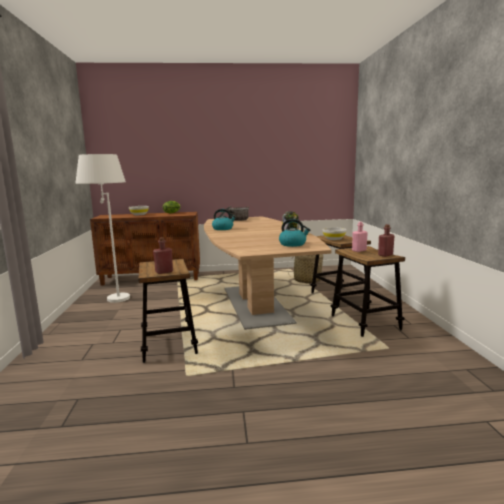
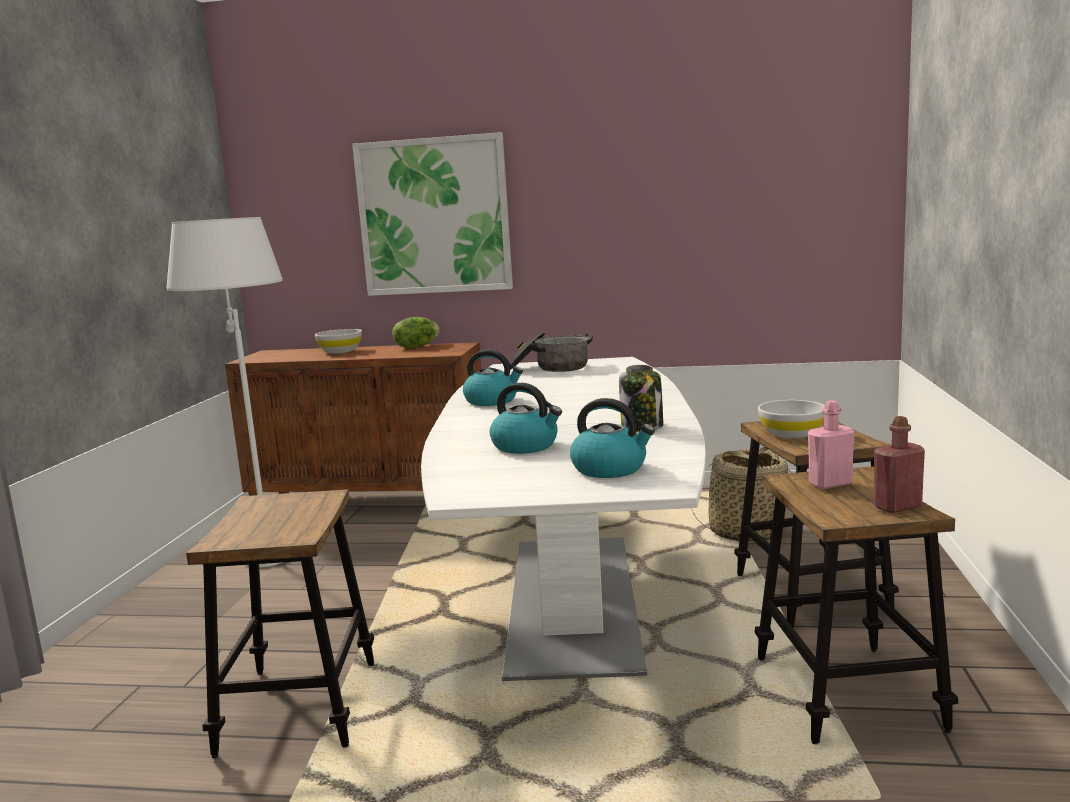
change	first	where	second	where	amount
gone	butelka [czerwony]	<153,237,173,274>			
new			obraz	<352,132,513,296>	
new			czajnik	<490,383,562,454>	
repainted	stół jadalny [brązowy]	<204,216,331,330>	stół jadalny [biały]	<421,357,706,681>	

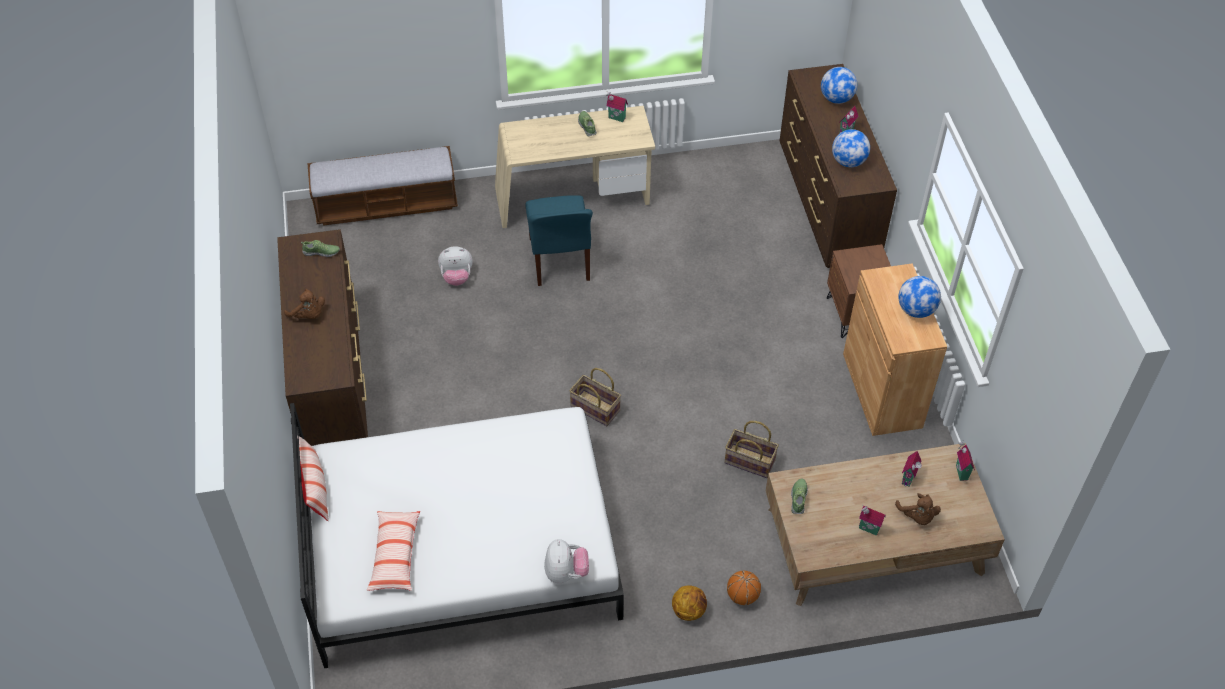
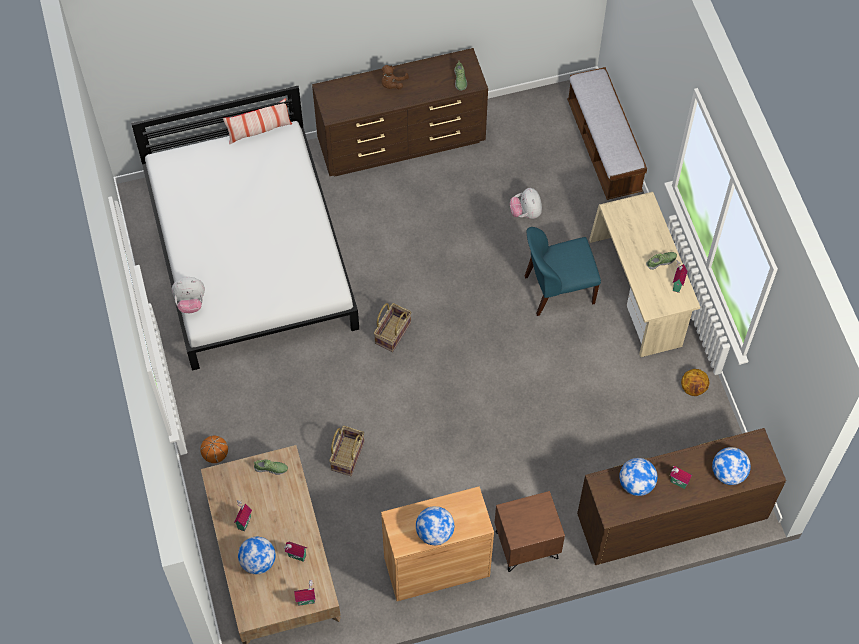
change	first	where	second	where	amount
gone	poduszka	<367,511,420,591>			
shifted	piłka do koszykówki	<672,586,707,621>		<681,369,709,396>	
swapped	pluszak [brązowy]	<895,493,941,525>	globus	<238,537,276,574>	

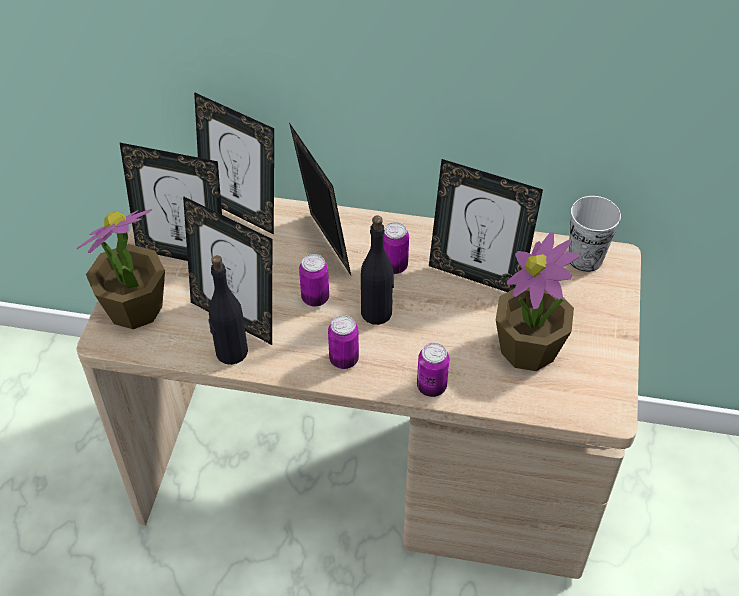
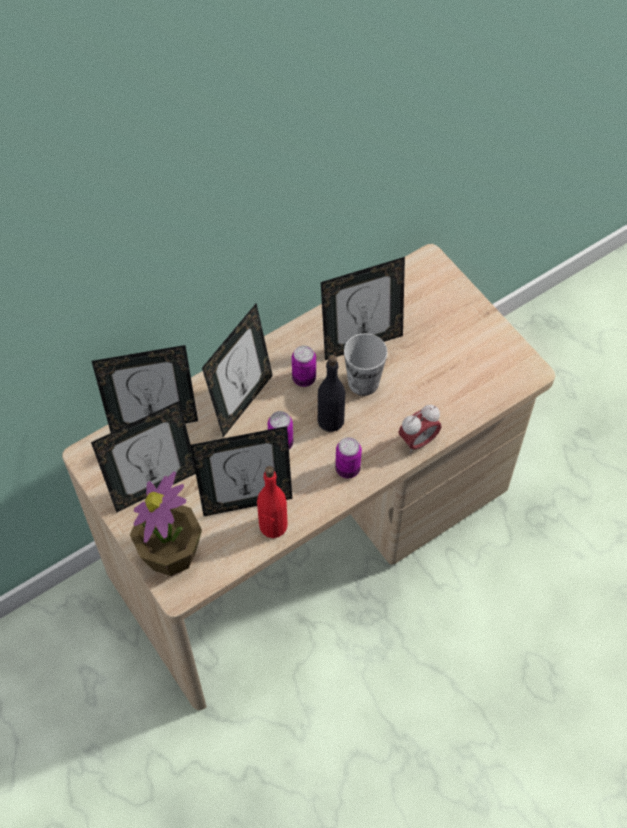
change	first	where	second	where	amount
gone	roślina doniczkowa	<496,232,579,371>			
shifted	filiżanka	<568,196,621,272>		<344,333,388,396>	
swapped	puszka	<417,343,450,397>	budzik	<398,405,442,453>	
repainted	butelka [czarny]	<208,255,248,365>	butelka [czerwony]	<257,466,288,538>	
rotated	ramka na zdjęcie	<289,123,351,275>		<202,303,273,437>	105 degrees clockwise

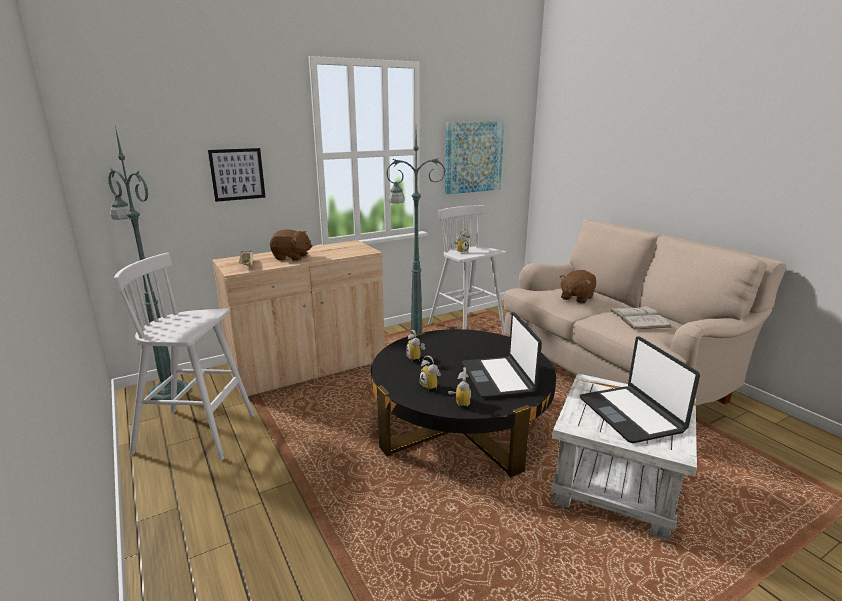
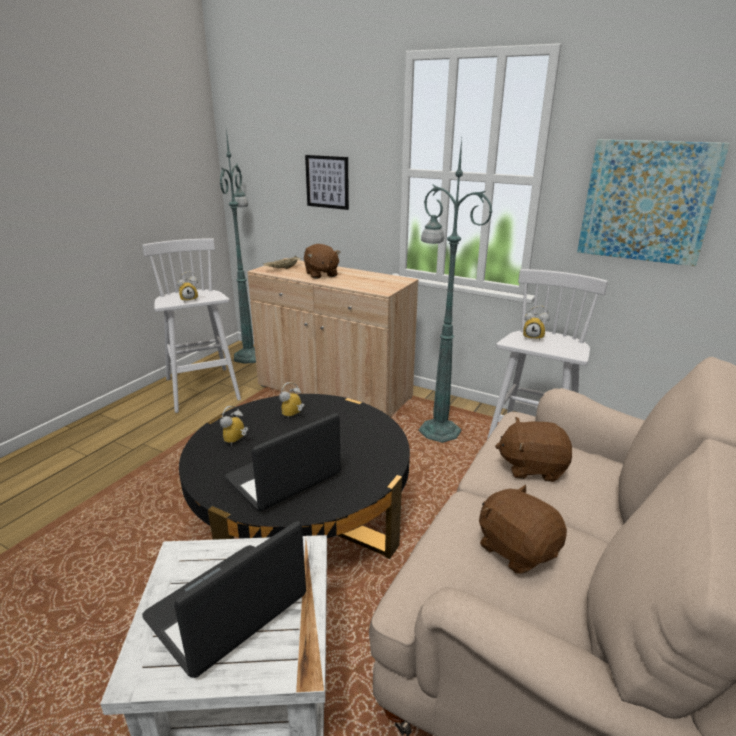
change	first	where	second	where	amount
shifted	budzik	<448,367,471,407>		<177,271,198,303>	
swapped	książka [biały]	<610,305,671,330>	pluszak [brązowy]	<479,485,567,574>	

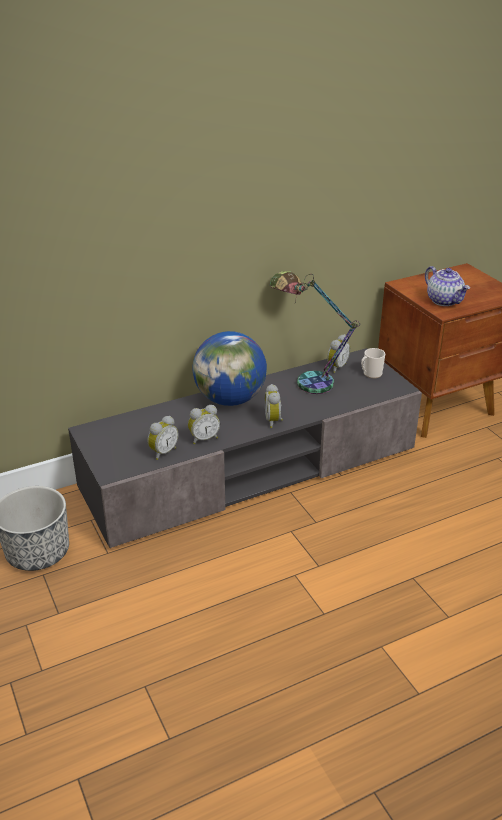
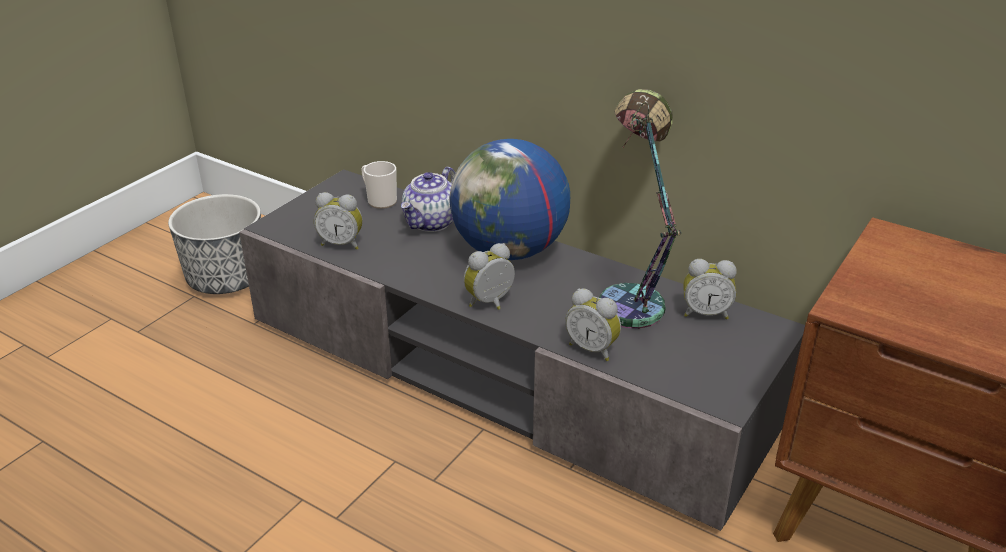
change	first	where	second	where	amount
shifted	budzik	<188,405,220,444>		<565,288,621,361>	
shifted	kubek	<361,348,385,378>		<361,161,397,209>	
shifted	imbryk	<425,266,470,306>		<401,167,455,232>	

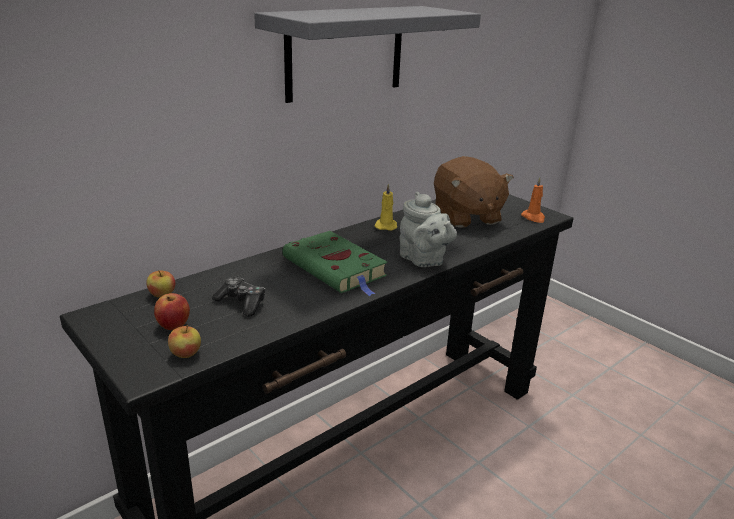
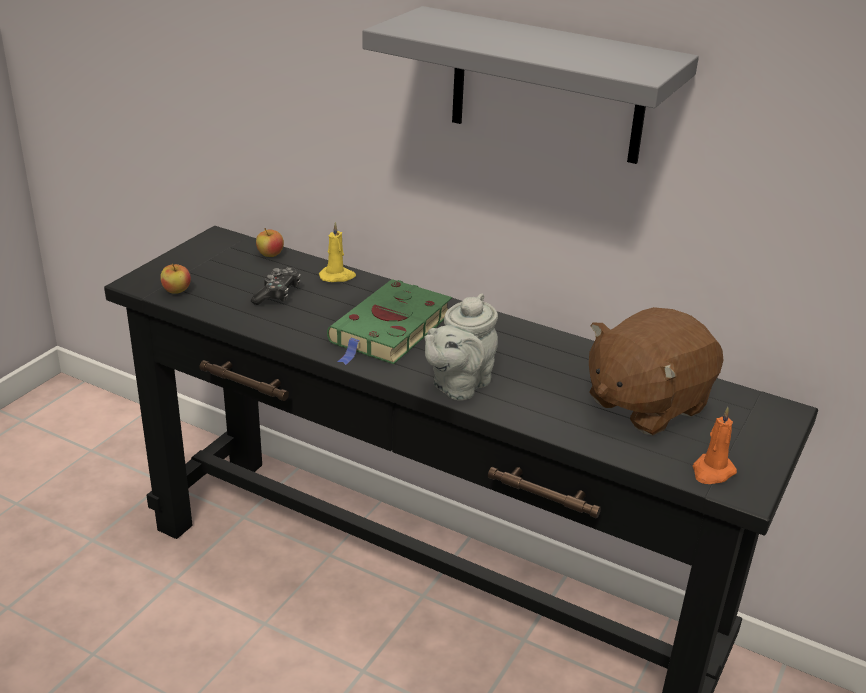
change	first	where	second	where	amount
gone	jabłko	<154,293,190,330>			
shifted	świeca [żółty]	<374,184,397,231>		<319,222,356,282>	

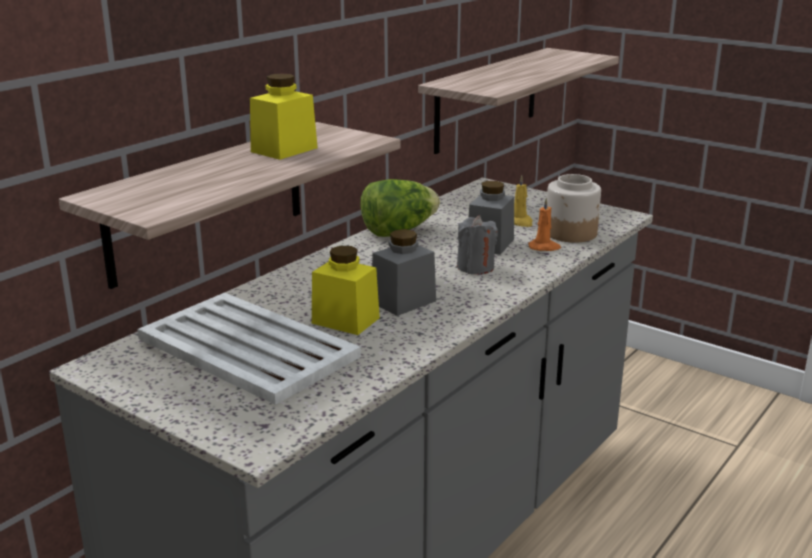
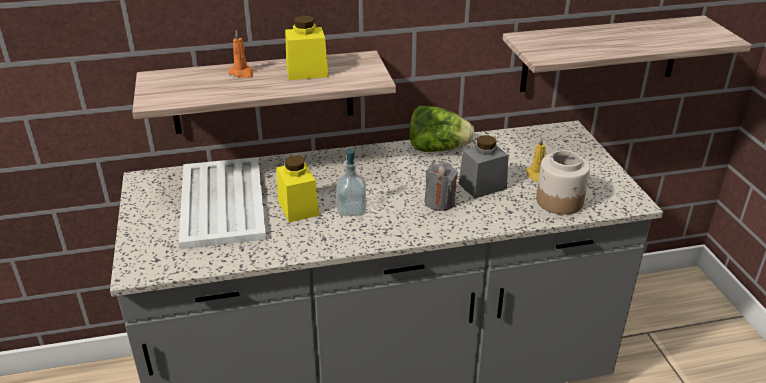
change	first	where	second	where	amount
shifted	świeca [pomarańczowy]	<528,197,561,251>		<228,30,254,78>	
swapped	słoik [szary]	<372,229,436,316>	dozownik mydła	<336,148,366,216>	

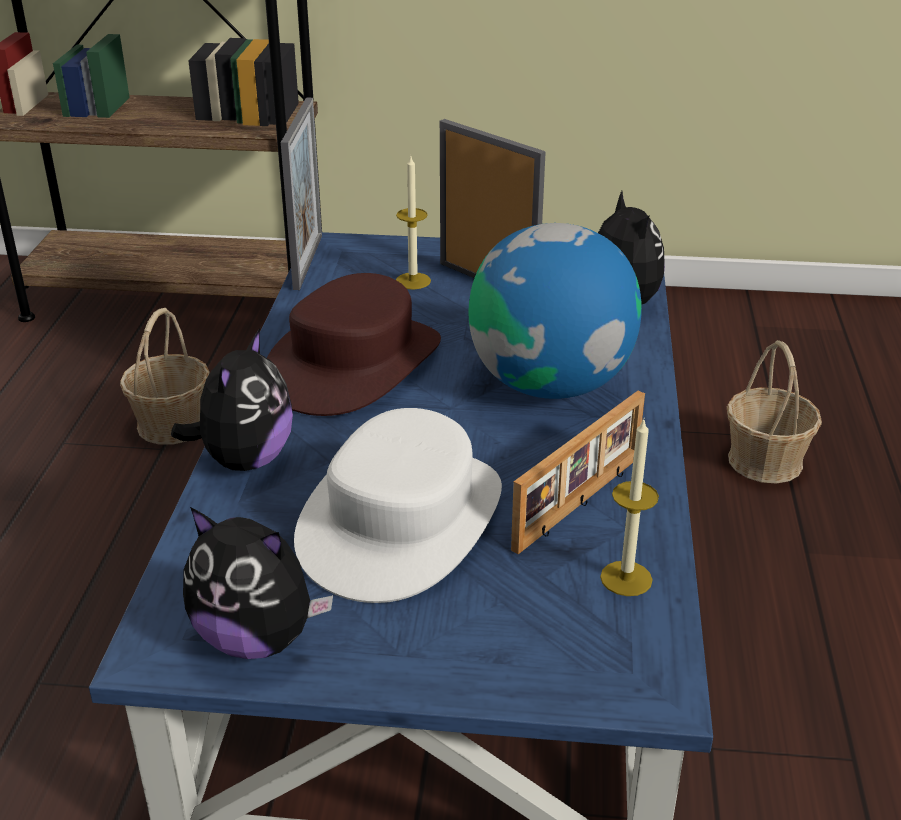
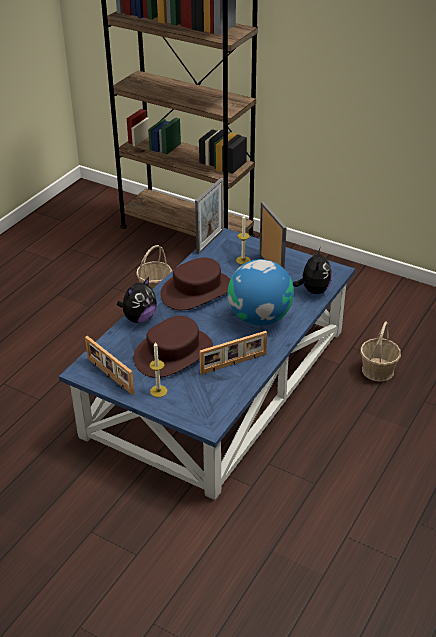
change	first	where	second	where	amount
shifted	świeca	<600,419,659,596>		<149,342,167,397>	
swapped	pluszak	<183,507,333,659>	ramka na zdjęcie	<85,336,134,395>	
repainted	kapelusz [biały]	<294,408,502,603>	kapelusz [brązowy]	<133,316,213,378>	

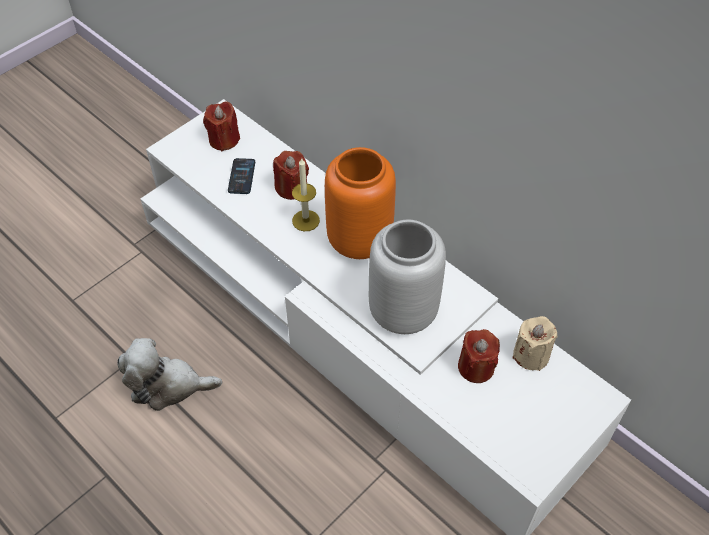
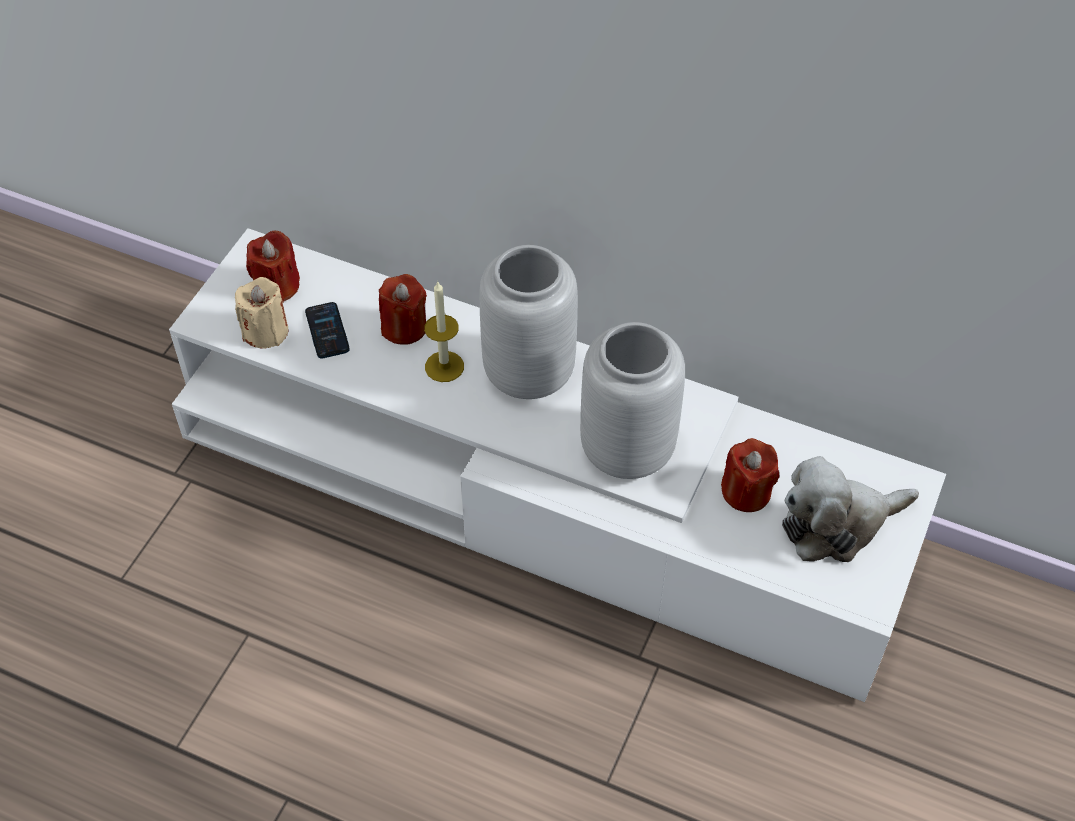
change	first	where	second	where	amount
shifted	pluszak	<118,338,222,411>		<782,456,919,562>	
shifted	świeca [beżowy]	<512,316,557,371>		<235,277,288,348>	
repainted	wazon [pomarańczowy]	<325,147,396,259>	wazon [szary]	<479,245,578,399>	

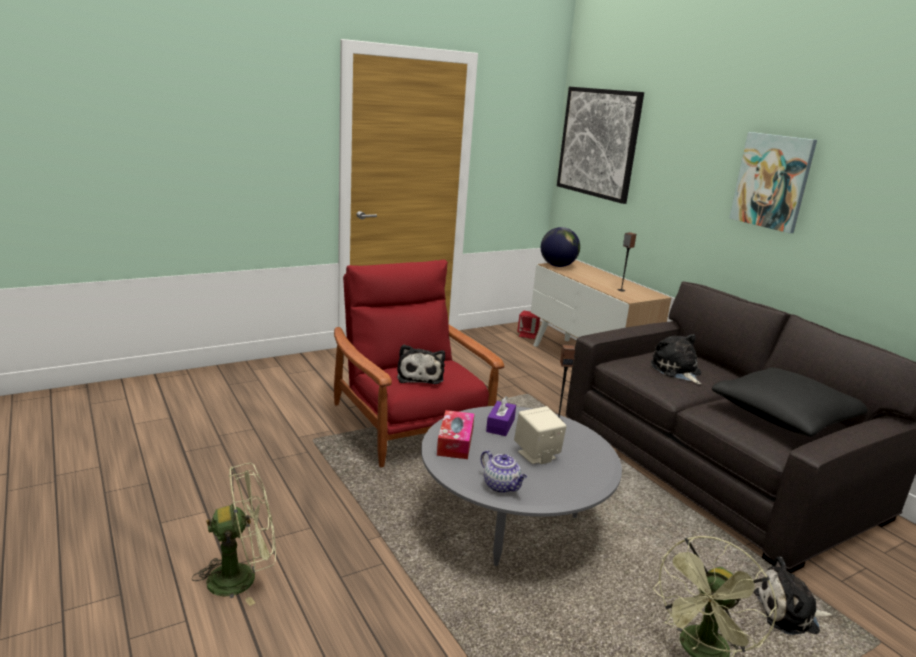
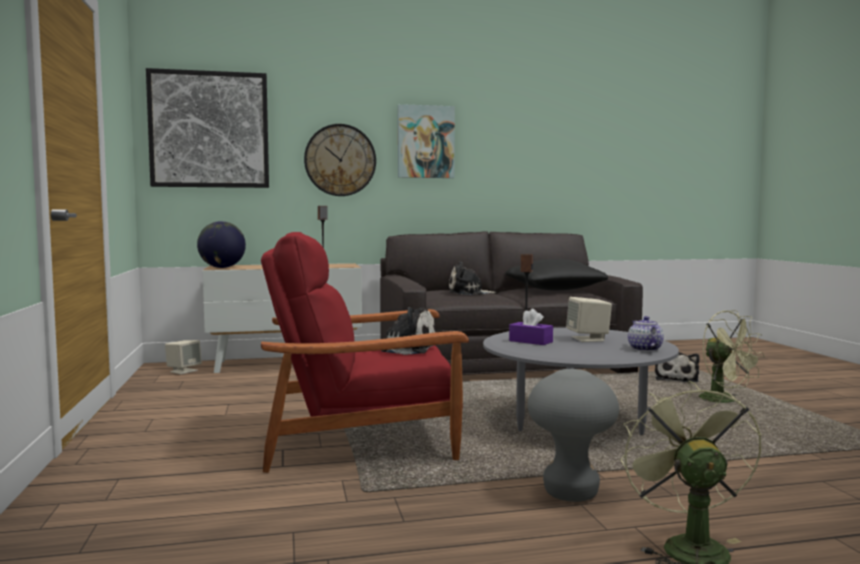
change	first	where	second	where	amount
gone	pudełko chusteczek	<437,410,475,459>			
new			zegar ścienny	<304,124,376,196>	
new			stołek [szary]	<528,369,619,502>	
repainted	głośnik [czerwony]	<517,311,540,339>	głośnik [beżowy]	<165,340,202,375>	
rotated	imbryk	<481,450,527,493>		<628,316,664,351>	75 degrees counterclockwise

